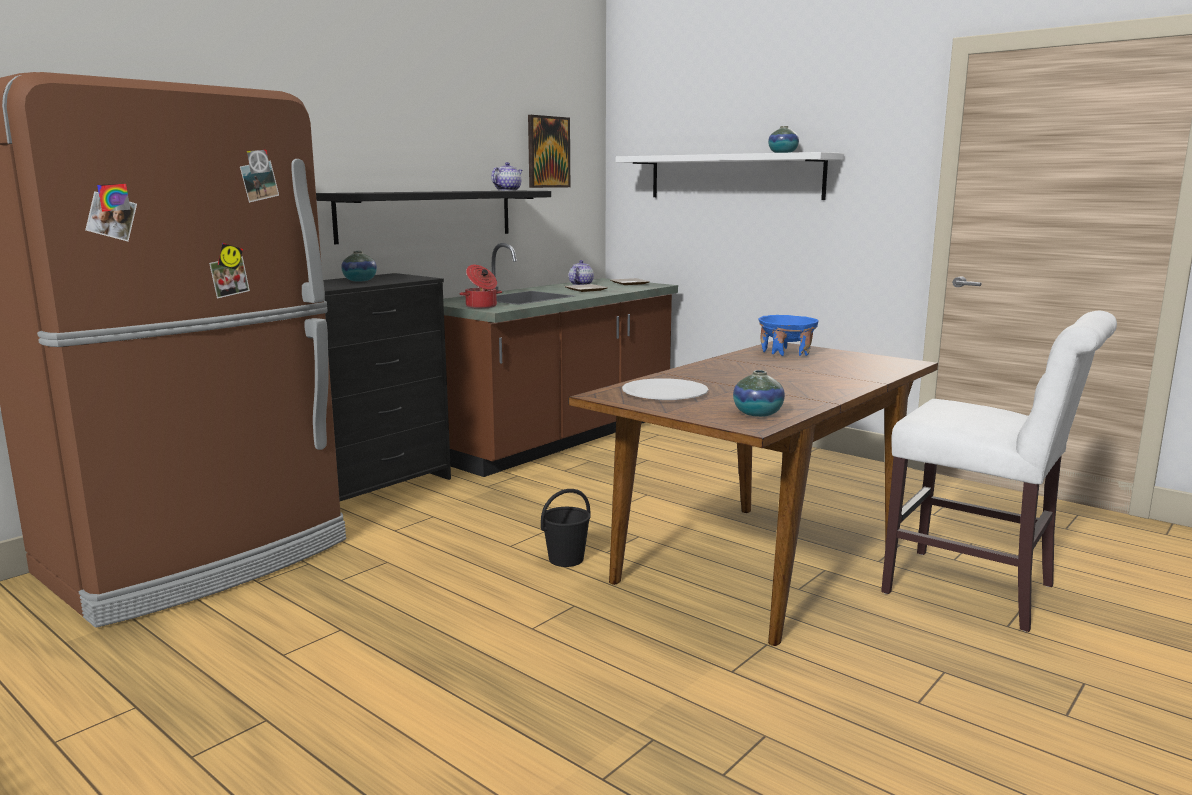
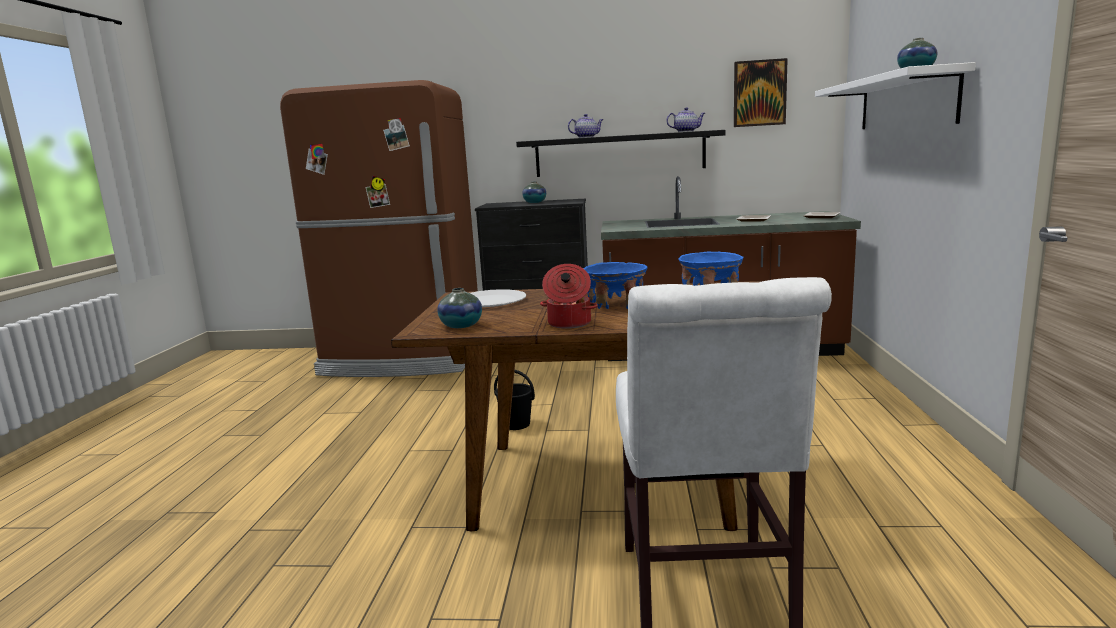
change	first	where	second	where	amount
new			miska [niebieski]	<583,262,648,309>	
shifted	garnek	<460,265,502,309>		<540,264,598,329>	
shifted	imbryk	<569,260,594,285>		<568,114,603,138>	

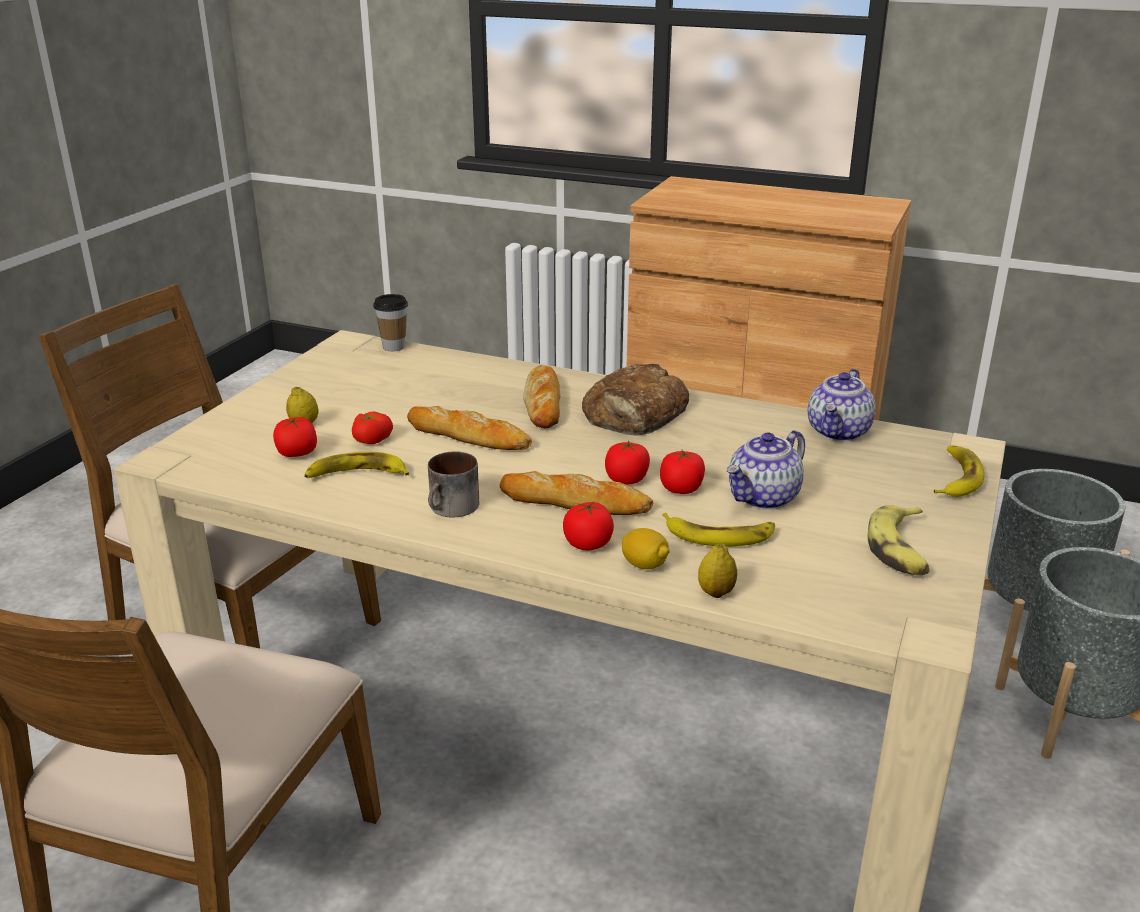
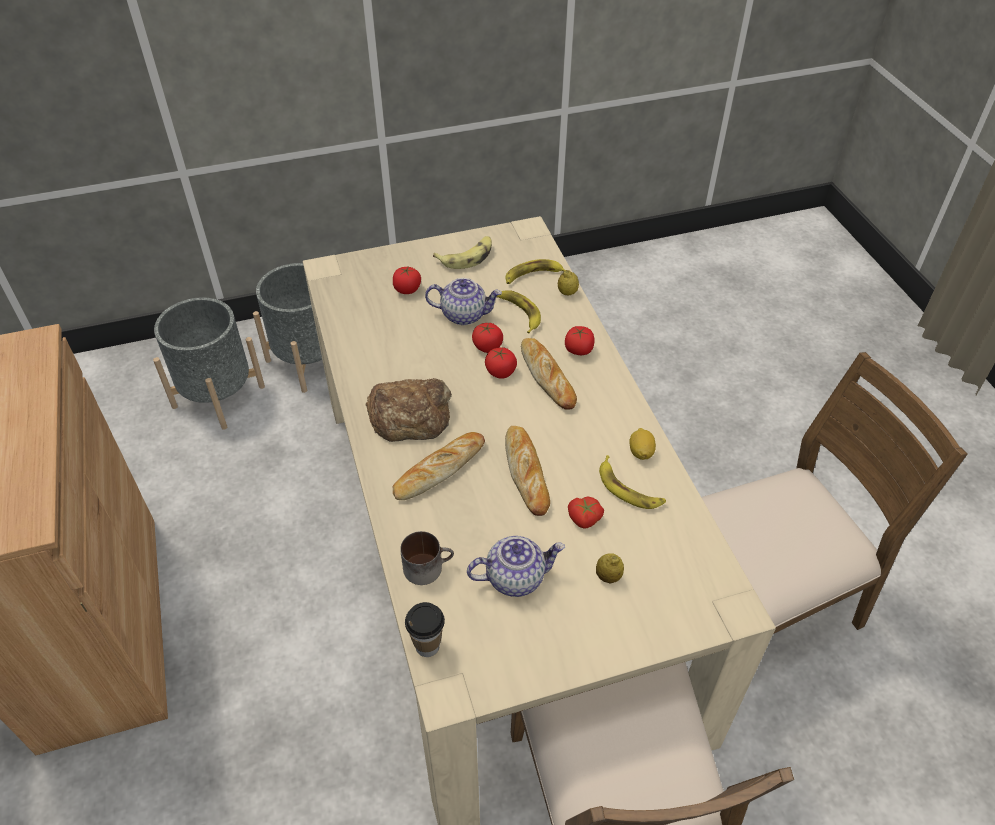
change	first	where	second	where	amount
shifted	pomidor	<273,417,317,457>		<393,266,421,294>	
shifted	kubek	<428,451,479,517>		<400,531,454,585>	
shifted	cytryna	<622,528,670,569>		<629,428,656,460>	
shifted	imbryk	<808,369,876,441>		<467,536,565,597>	
shifted	banan	<934,445,984,497>		<505,259,565,284>	

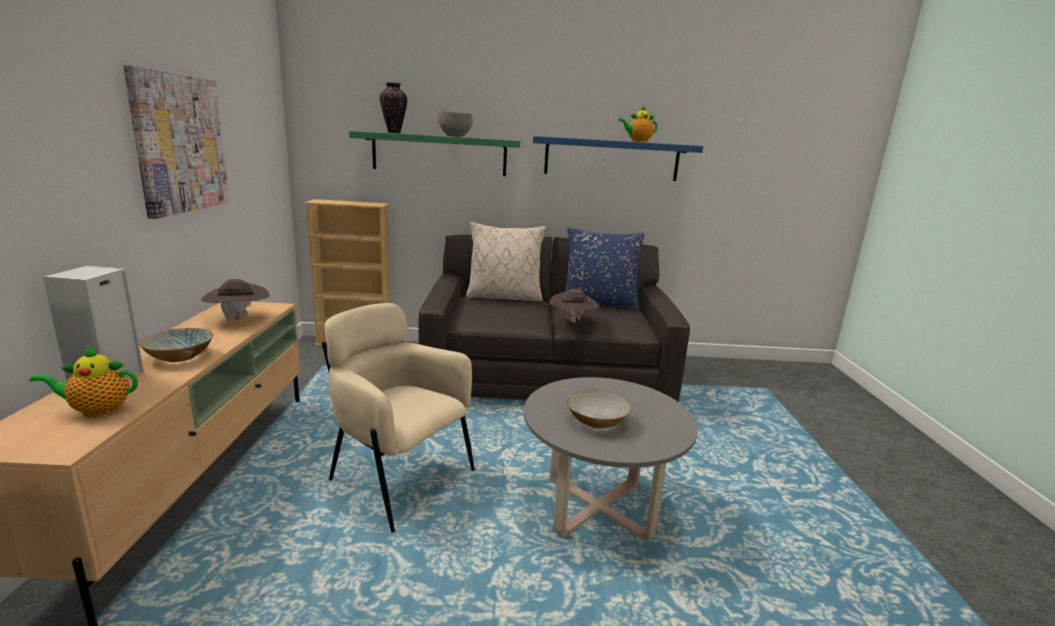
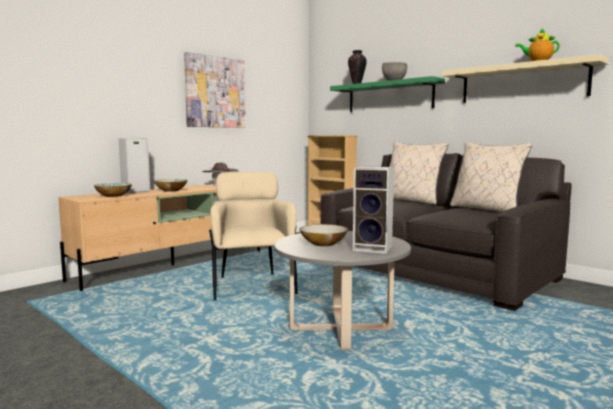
change	first	where	second	where	amount
gone	kapelusz [brązowy]	<550,289,600,323>			
new			głośnik	<353,166,394,254>	
swapped	imbryk	<30,345,138,417>	miska	<94,183,132,197>	
repainted	półka [niebieski]	<533,136,703,181>	półka [beżowy]	<442,54,609,103>	
repainted	poduszka [niebieski]	<564,227,645,310>	poduszka [beżowy]	<450,142,532,213>	

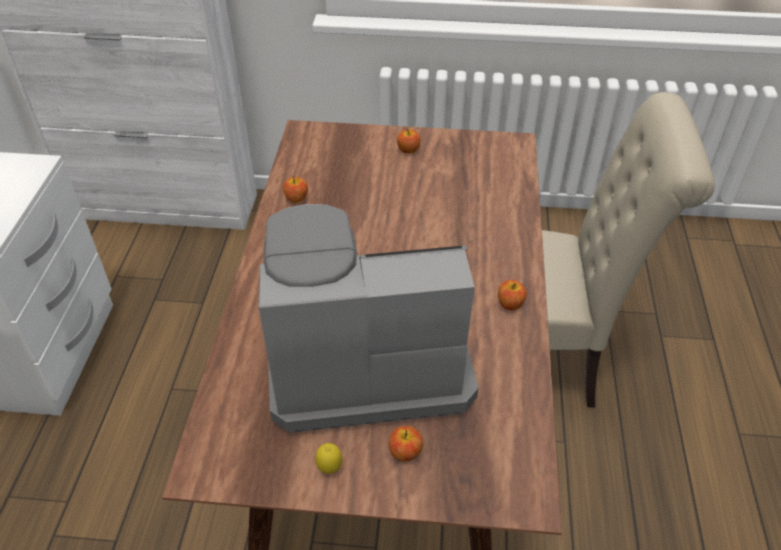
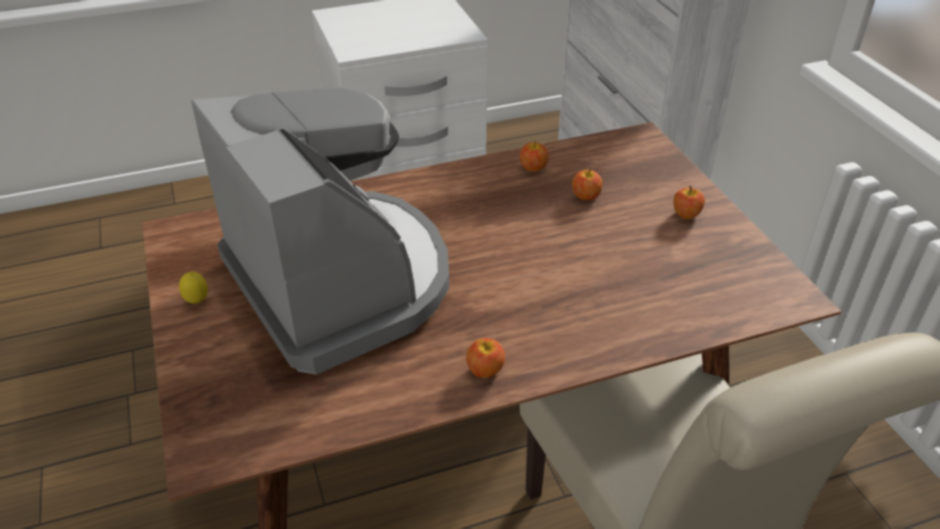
change	first	where	second	where	amount
shifted	jabłko	<389,426,423,462>		<572,169,603,200>	

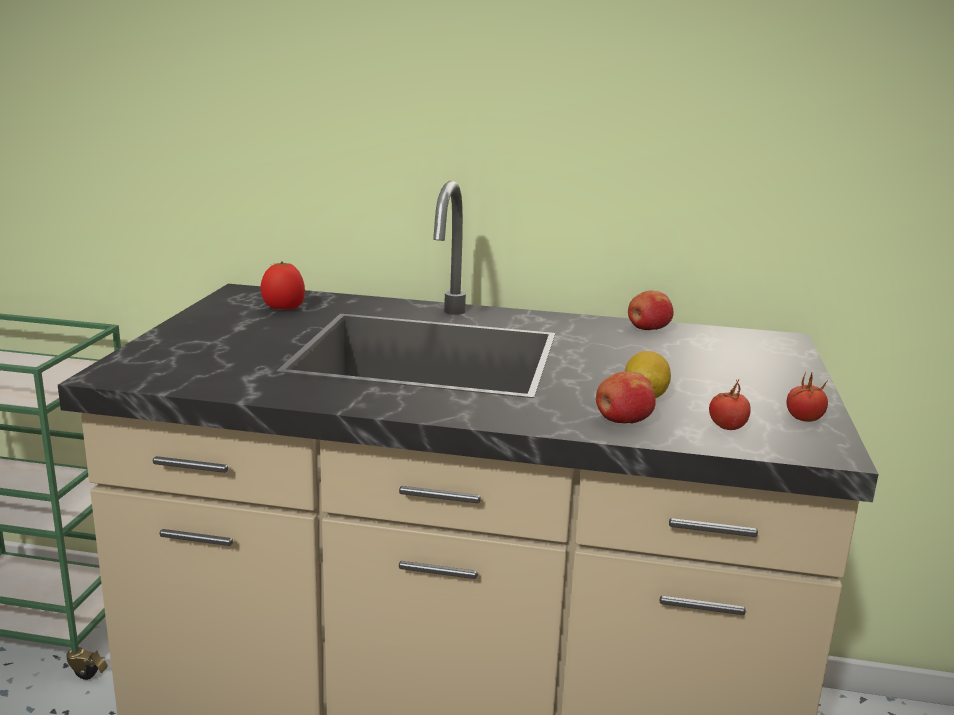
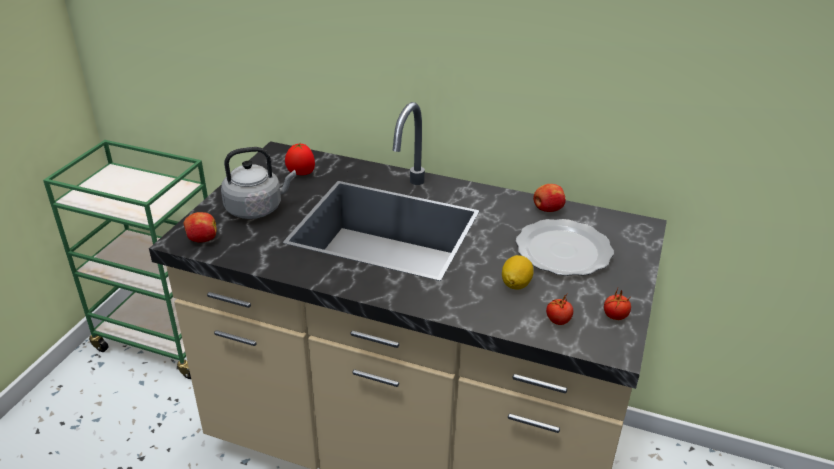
change	first	where	second	where	amount
new			czajnik [szary]	<221,147,296,219>	
new			talerz	<516,219,614,276>	
shifted	jabłko	<596,371,656,423>		<183,212,217,243>	

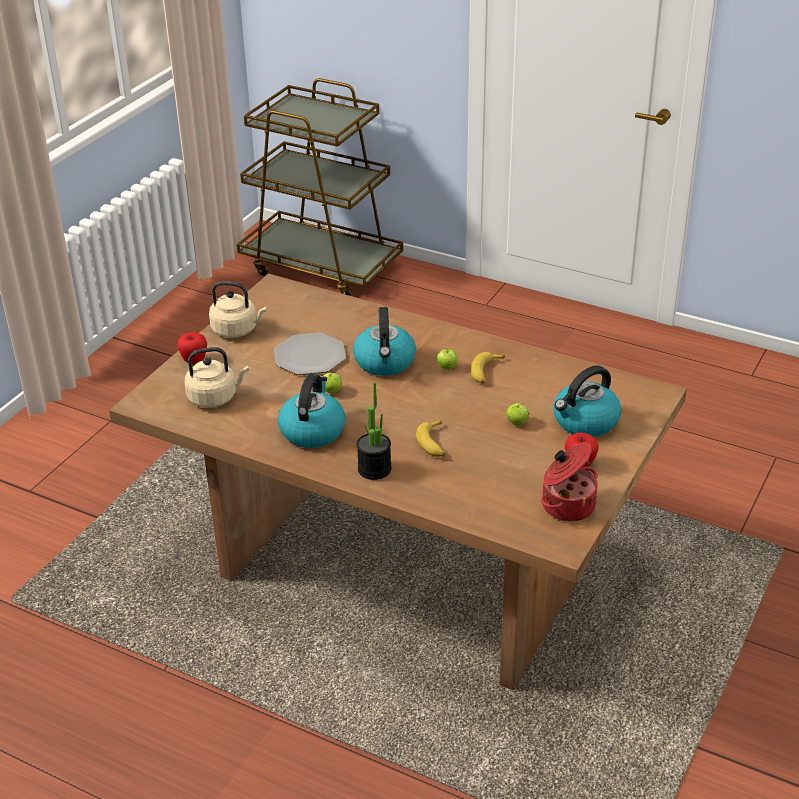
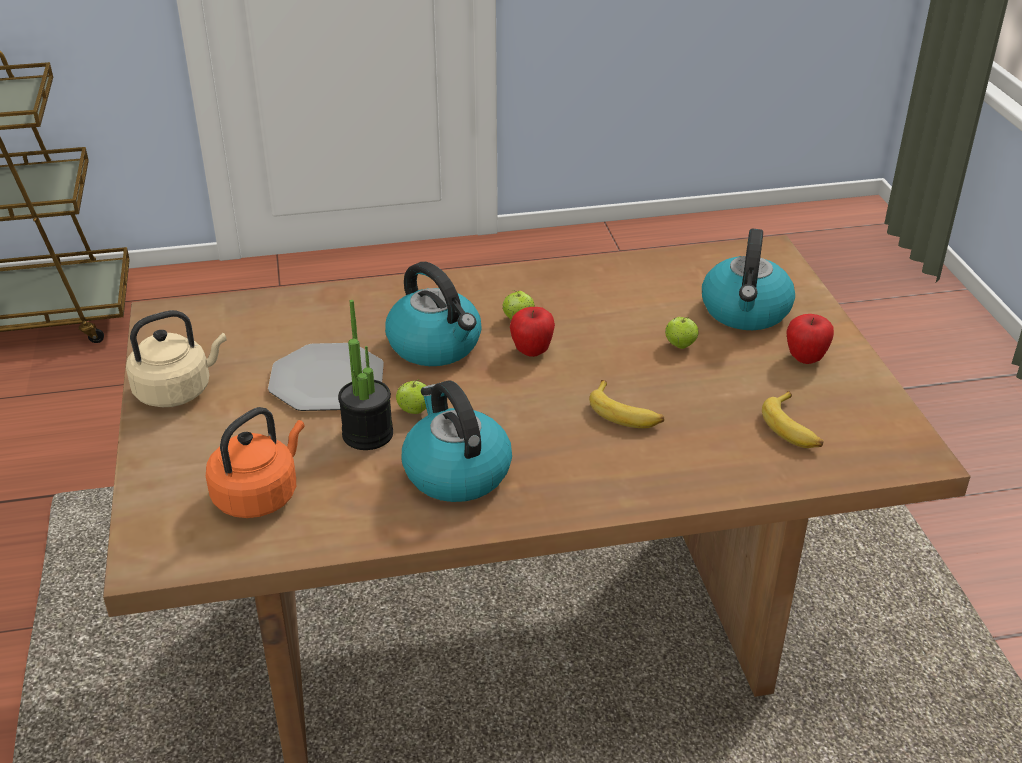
change	first	where	second	where	amount
gone	garnek	<541,443,598,522>			
shifted	jabłko	<177,332,207,364>		<510,307,555,357>	
shifted	roślina doniczkowa	<357,382,392,480>		<338,300,393,450>	
shifted	banan	<470,352,505,384>		<762,391,823,448>	
repainted	czajnik [beżowy]	<185,347,249,408>	czajnik [pomarańczowy]	<206,407,305,518>	

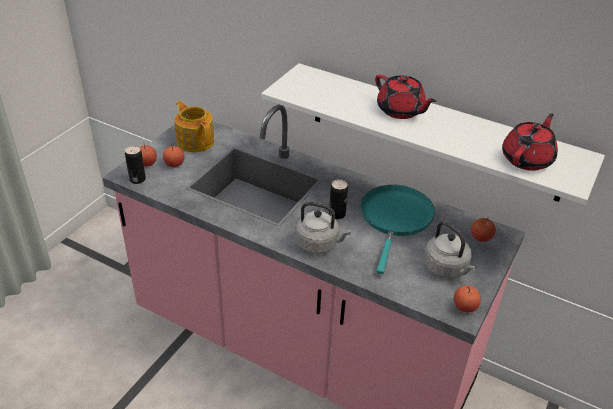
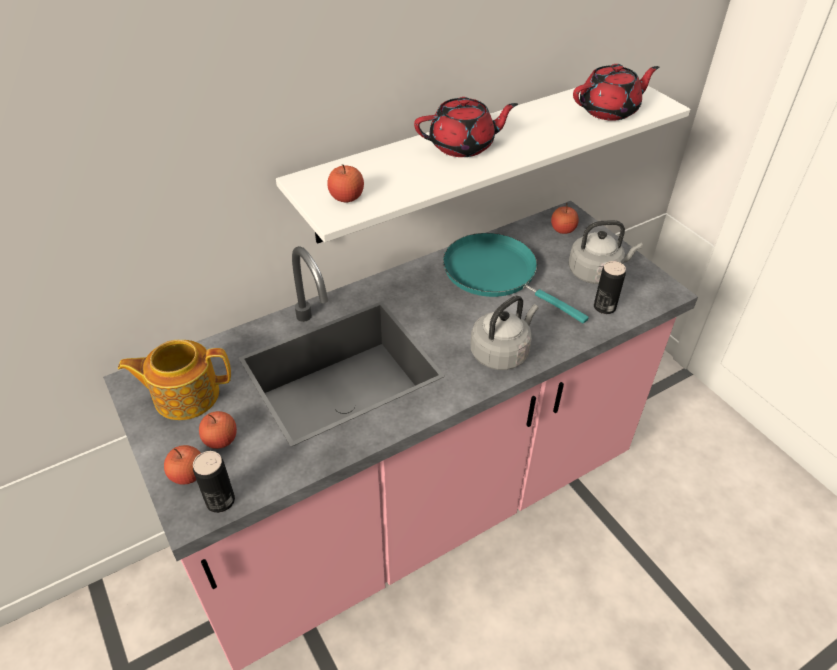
change	first	where	second	where	amount
shifted	puszka	<329,179,348,219>		<594,261,626,314>	
shifted	jabłko	<454,286,481,312>		<327,164,364,202>	
rotated	imbryk [czerwony]	<502,114,558,171>		<573,64,659,121>	90 degrees clockwise

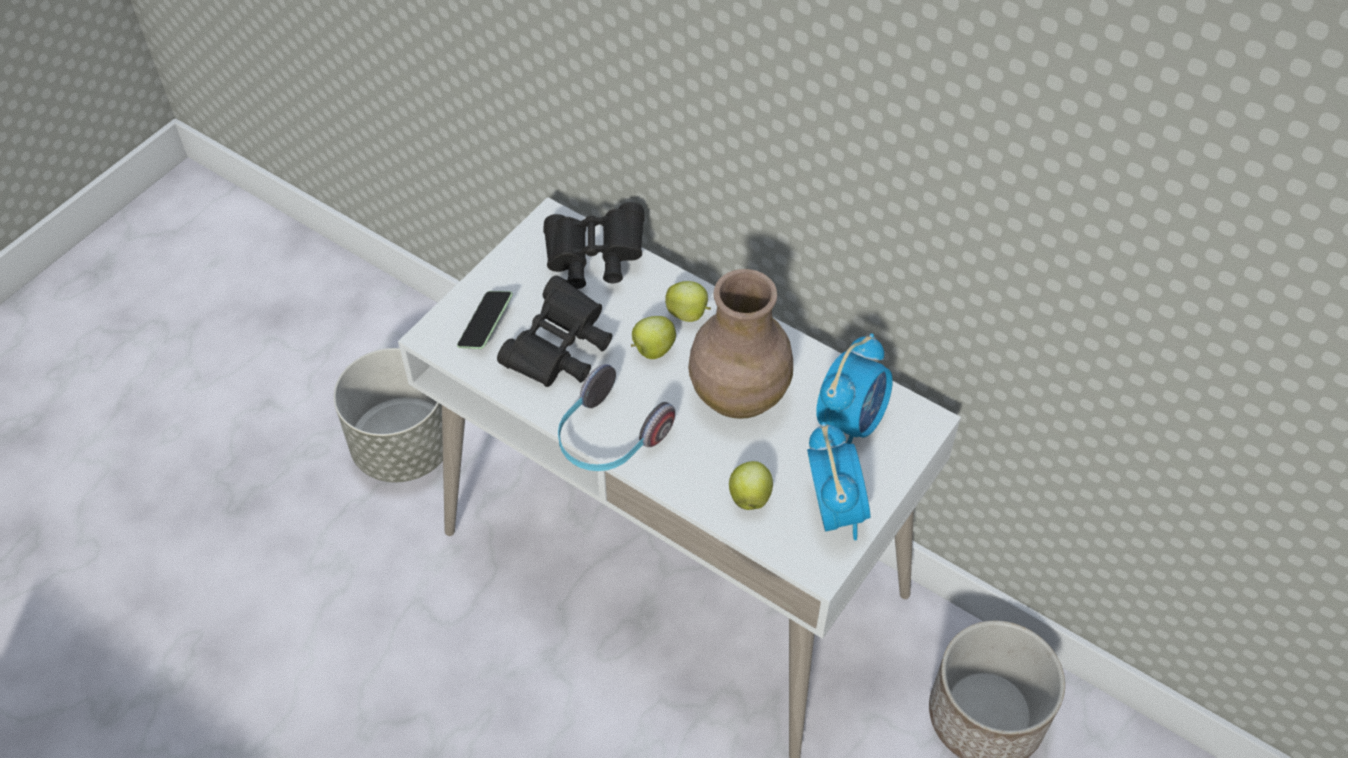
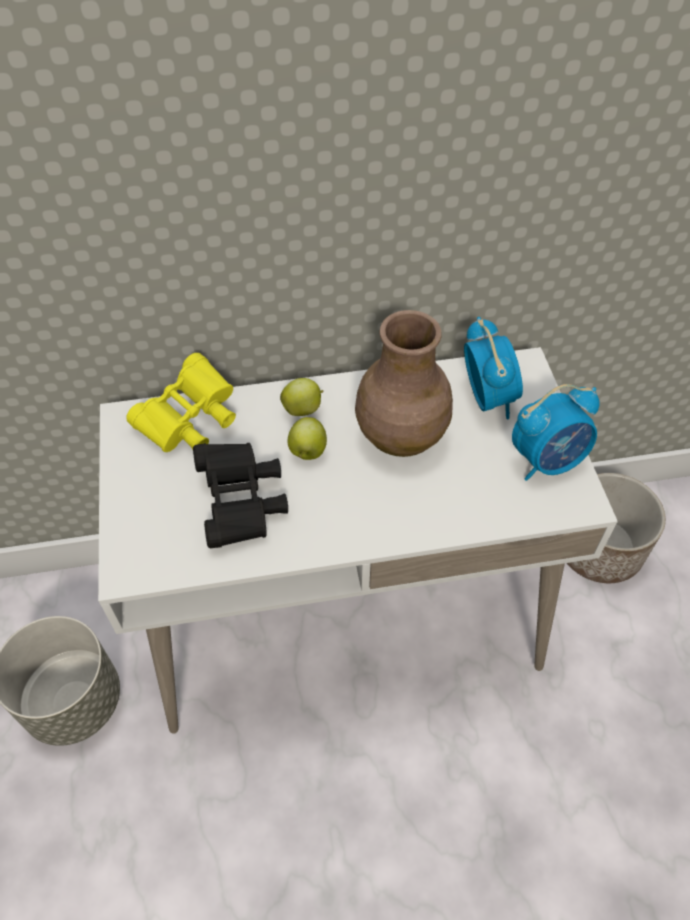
change	first	where	second	where	amount
gone	telefon	<457,291,513,349>			
gone	słuchawki	<558,364,675,471>			
gone	jabłko	<729,461,773,510>			
repainted	lornetka [czarny]	<543,202,645,289>	lornetka [żółty]	<126,353,236,452>	
rotated	budzik	<807,422,870,540>		<512,384,600,481>	120 degrees clockwise

